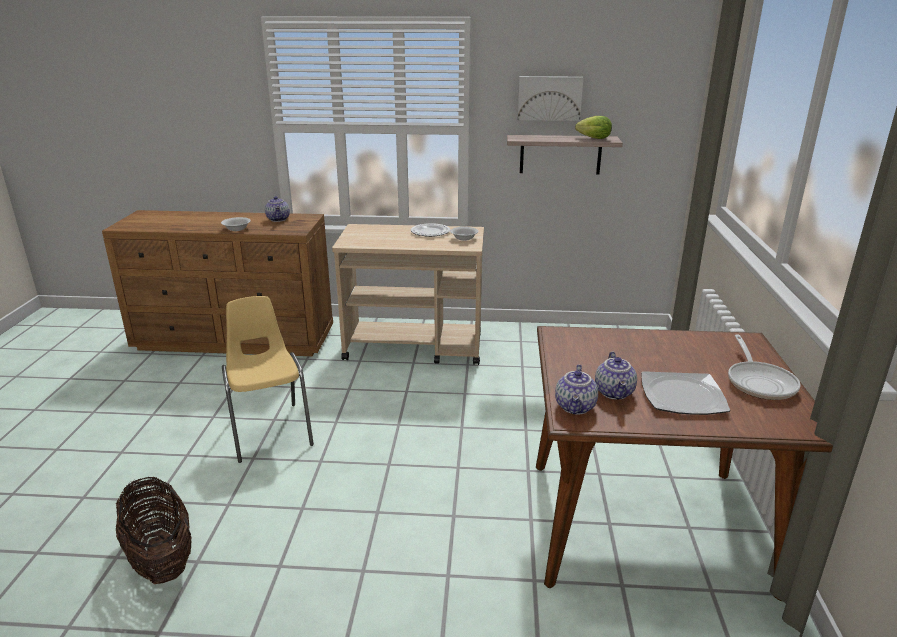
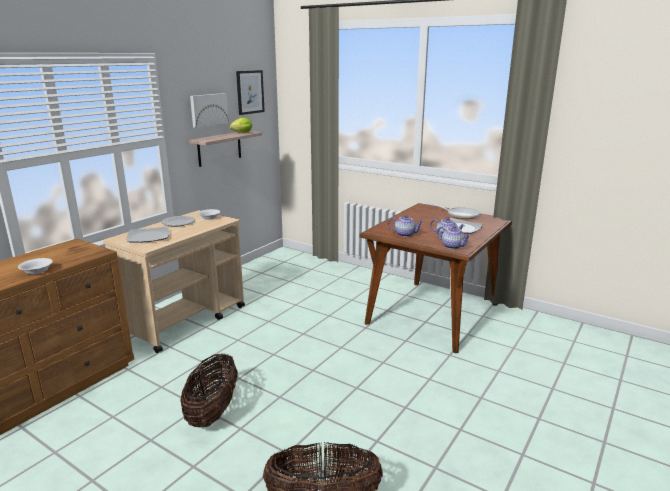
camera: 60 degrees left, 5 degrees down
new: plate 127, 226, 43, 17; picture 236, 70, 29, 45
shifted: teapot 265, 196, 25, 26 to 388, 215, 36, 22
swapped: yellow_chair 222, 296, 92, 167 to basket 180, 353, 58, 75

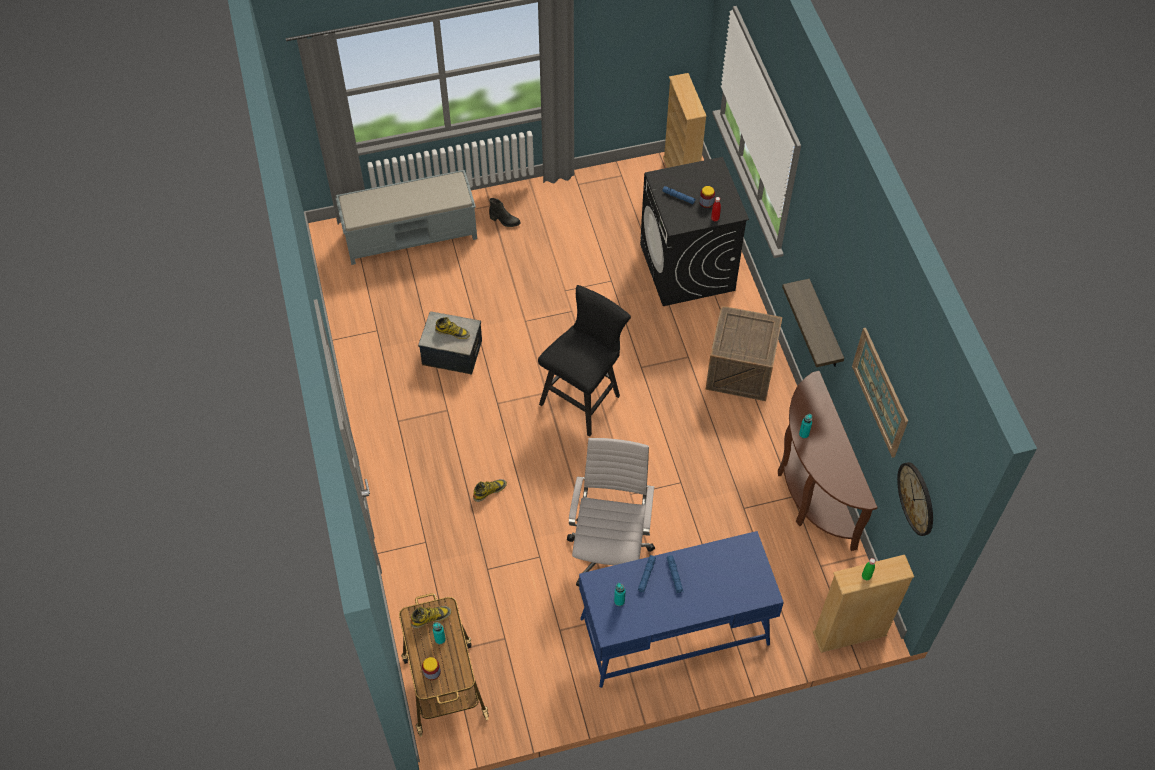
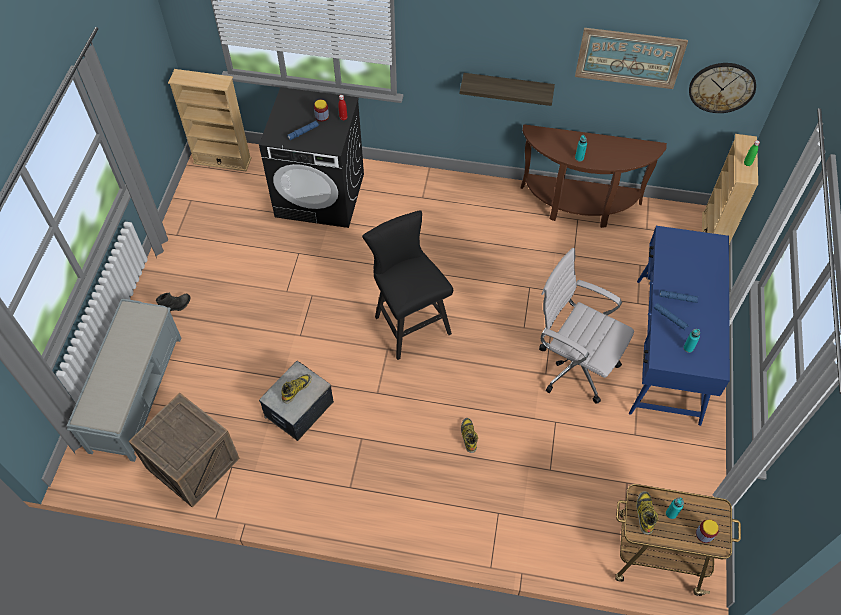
camera: 65 degrees left, 0 degrees up
shifted: crate 705, 306, 77, 95 to 129, 393, 111, 115

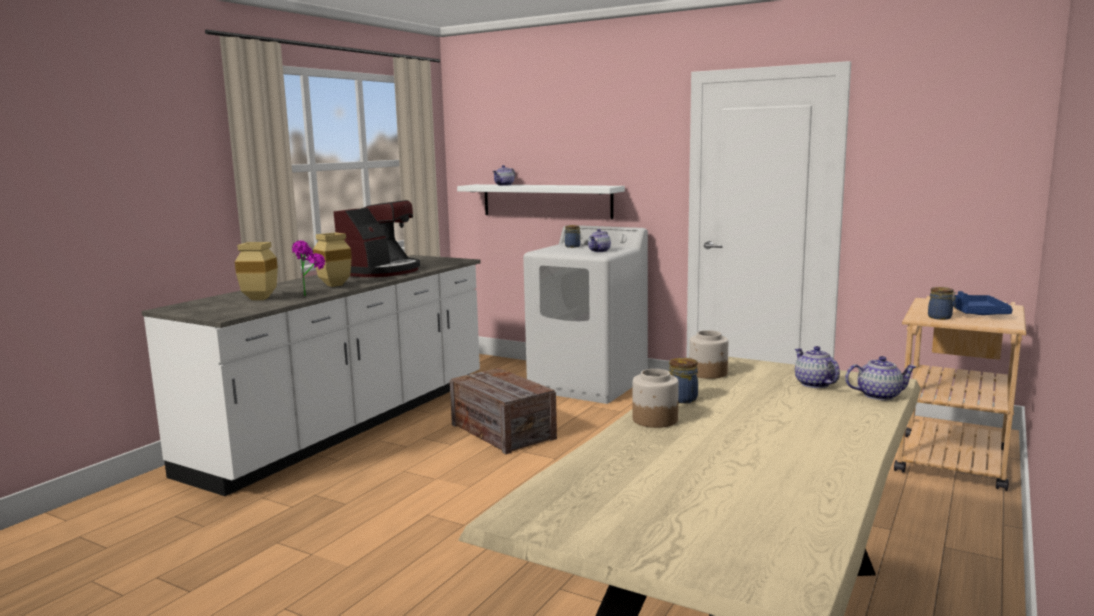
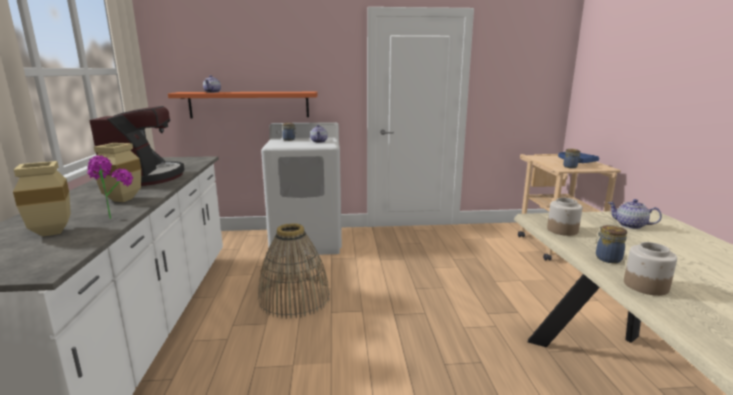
camera: 35 degrees left, 5 degrees up
gone: teapot 845, 356, 72, 44
swapped: crate 450, 368, 107, 86 to basket 258, 223, 72, 96
repainted: white_shelf 457, 184, 168, 36 to orange_shelf 168, 92, 150, 26

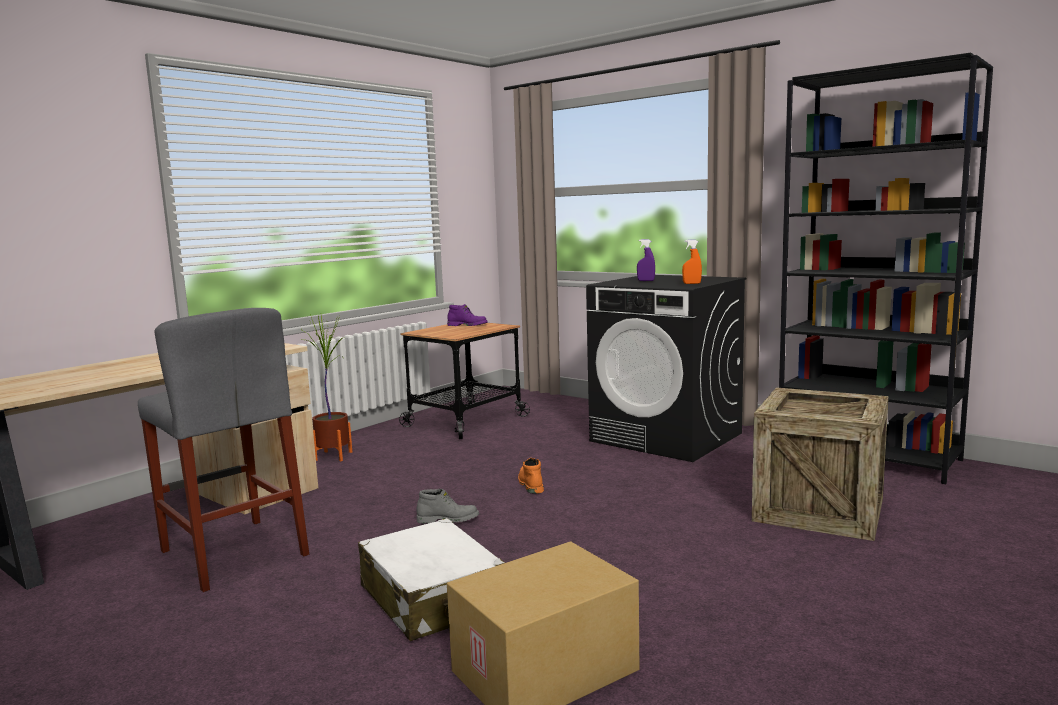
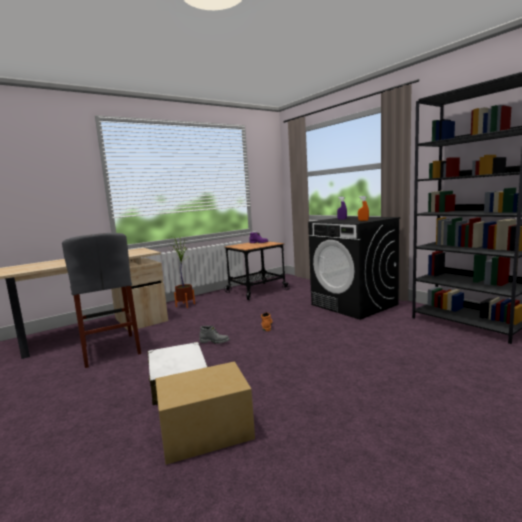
camera: 15 degrees right, 0 degrees up
gone: crate 752, 387, 137, 154

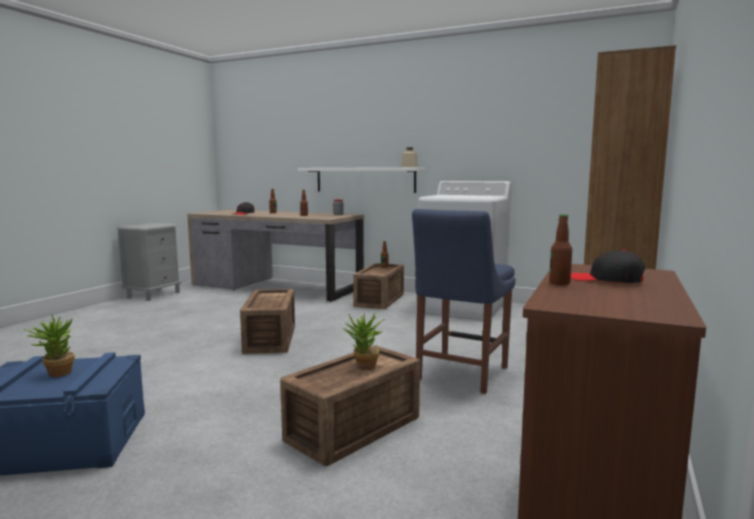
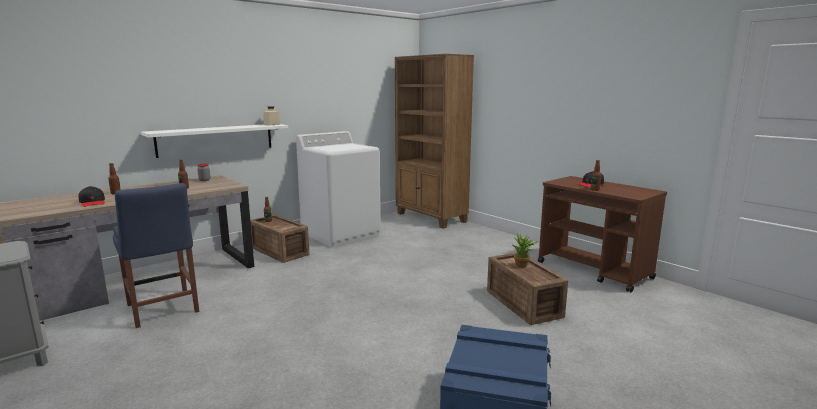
camera: 65 degrees left, 5 degrees up
gone: potted_plant 23, 315, 52, 62; crate 240, 289, 55, 65
shifted: blue_chair 412, 209, 103, 185 to 113, 183, 86, 145

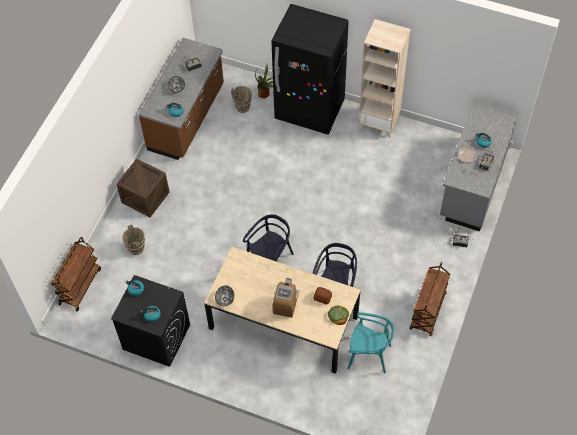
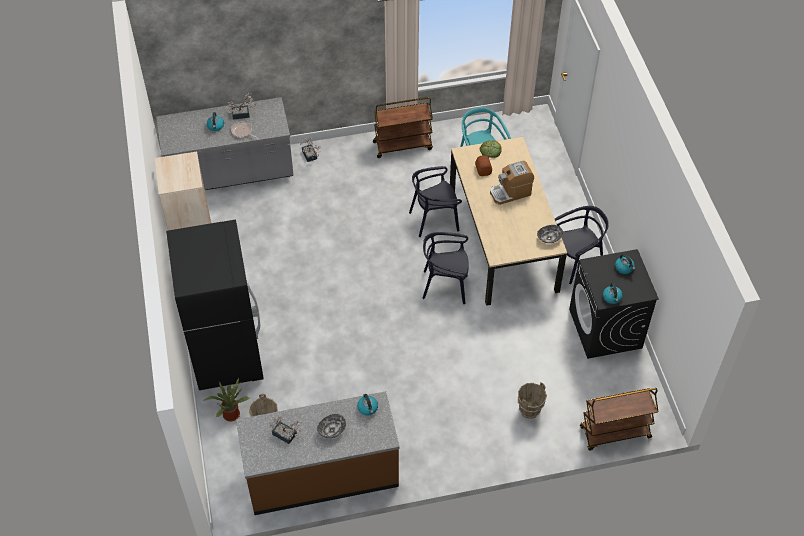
camera: 125 degrees left, 5 degrees down
gone: crate 116, 158, 54, 59
new: black_chair 555, 206, 54, 78

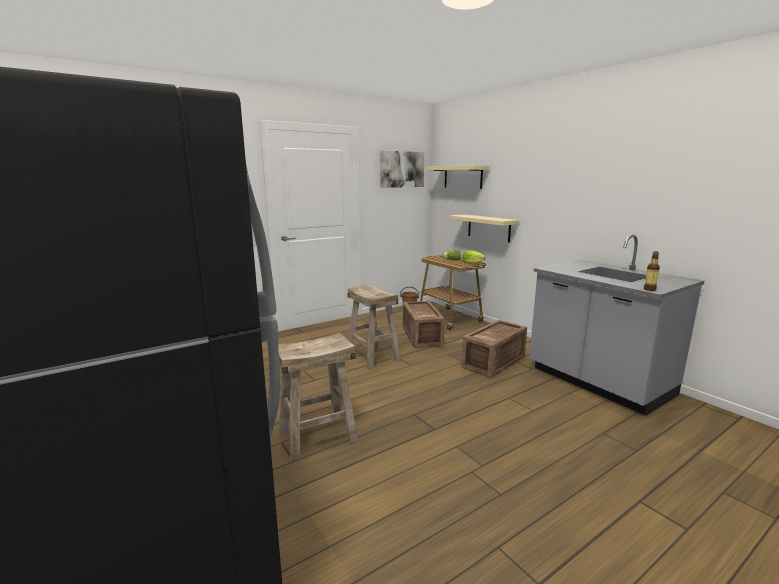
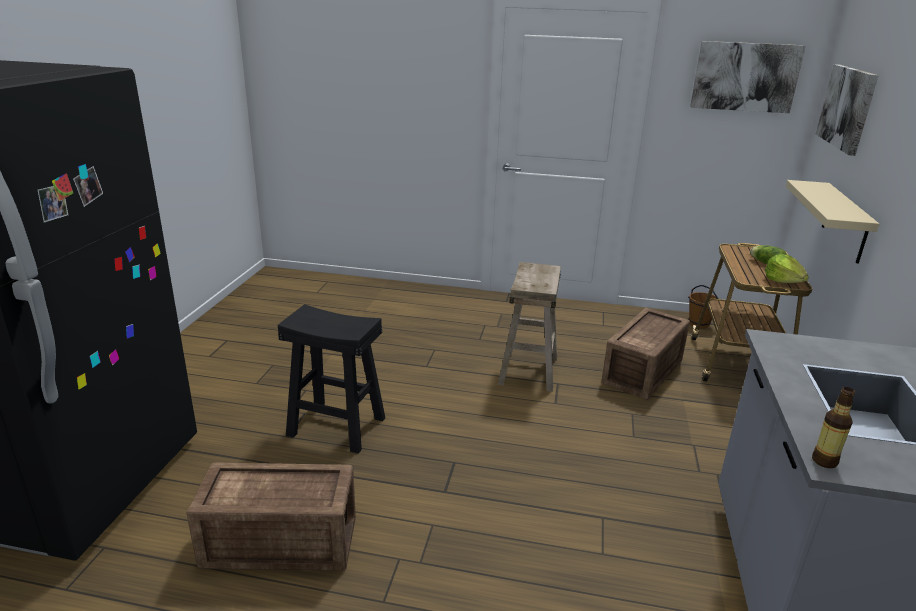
camera: 45 degrees right, 10 degrees up
shifted: crate 462, 320, 65, 58 to 186, 462, 170, 109
swapped: beige_shelf 426, 165, 63, 24 to picture 816, 64, 63, 92
repainted: beige_stool 278, 333, 80, 128 to black_stool 278, 304, 107, 150

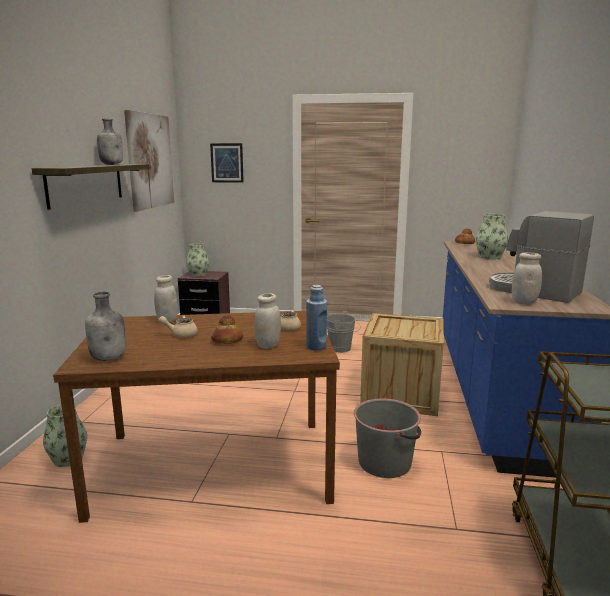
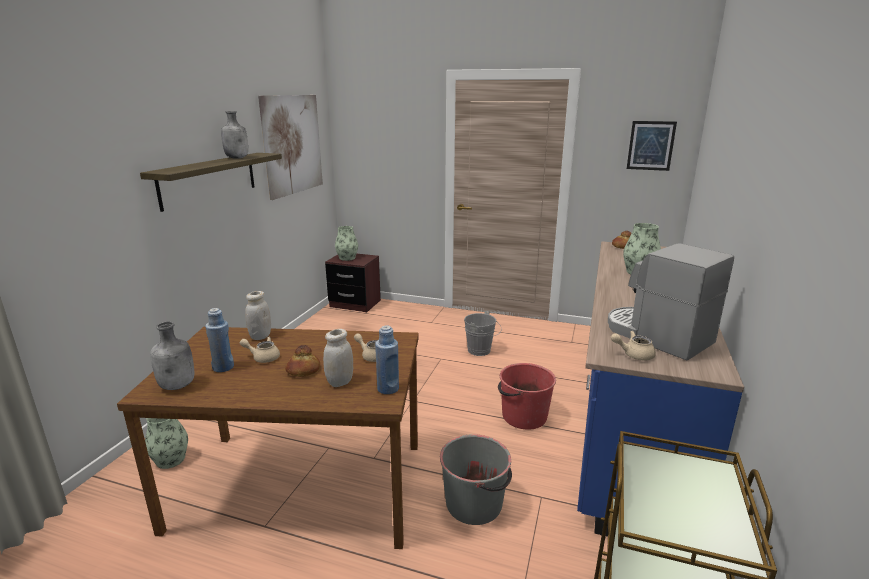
camera: 10 degrees right, 5 degrees up
new: blue_bottle 205, 308, 29, 64
shifted: picture 210, 143, 34, 40 to 627, 121, 50, 50
swapped: crate 360, 313, 84, 103 to red_bucket 498, 363, 58, 66; white_jar 512, 252, 30, 52 to beige_teapot 611, 331, 45, 29

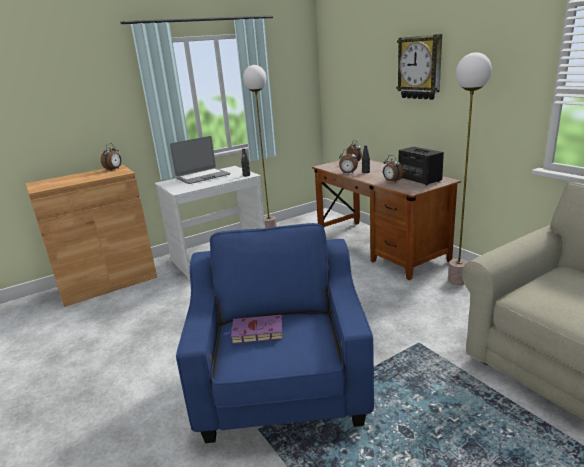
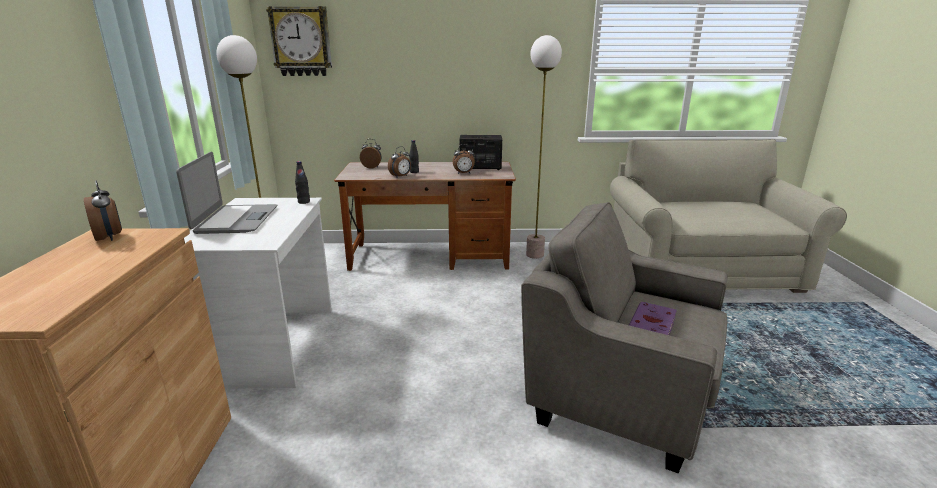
camera: 60 degrees left, 0 degrees up
shifted: wall_clock 396, 34, 46, 66 to 266, 6, 66, 70
repainted: blue_armchair 176, 223, 198, 220 to grey_armchair 521, 202, 207, 271

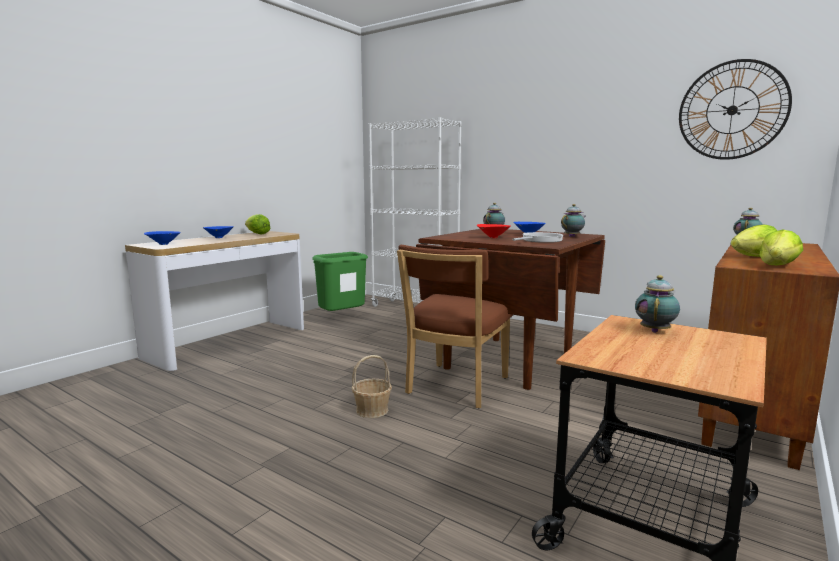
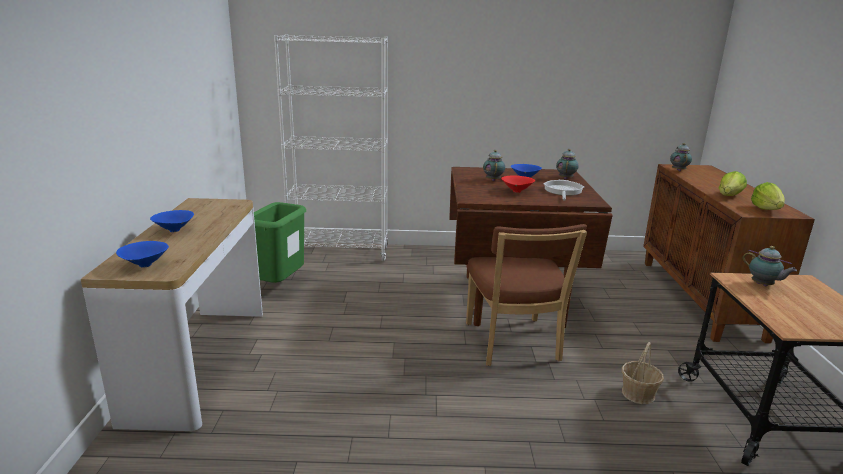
camera: 35 degrees left, 10 degrees up
gone: lettuce 245, 214, 25, 20; wall_clock 679, 59, 113, 101
shifted: basket 352, 355, 40, 63 to 622, 342, 42, 62
rotated: teapot 635, 275, 45, 58 = 743, 246, 54, 40 150 degrees clockwise

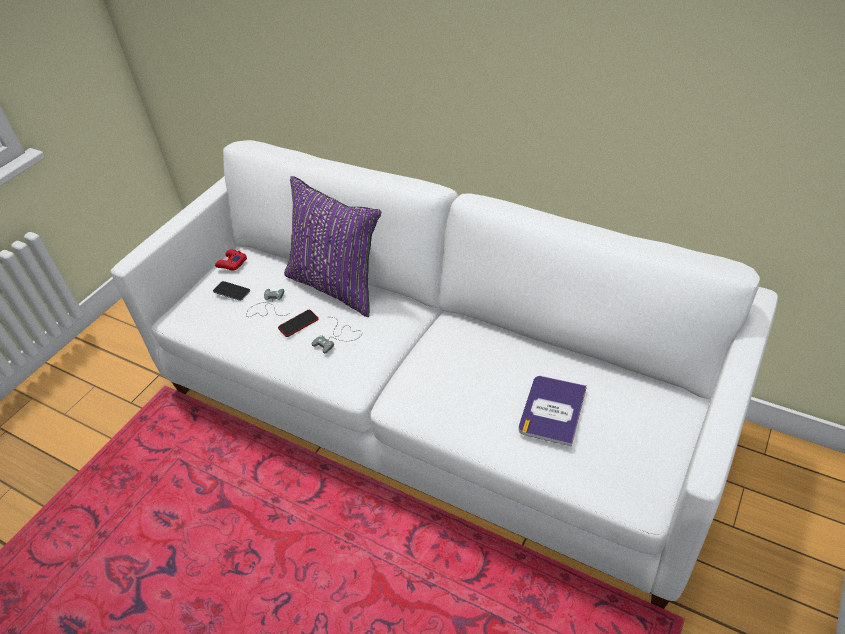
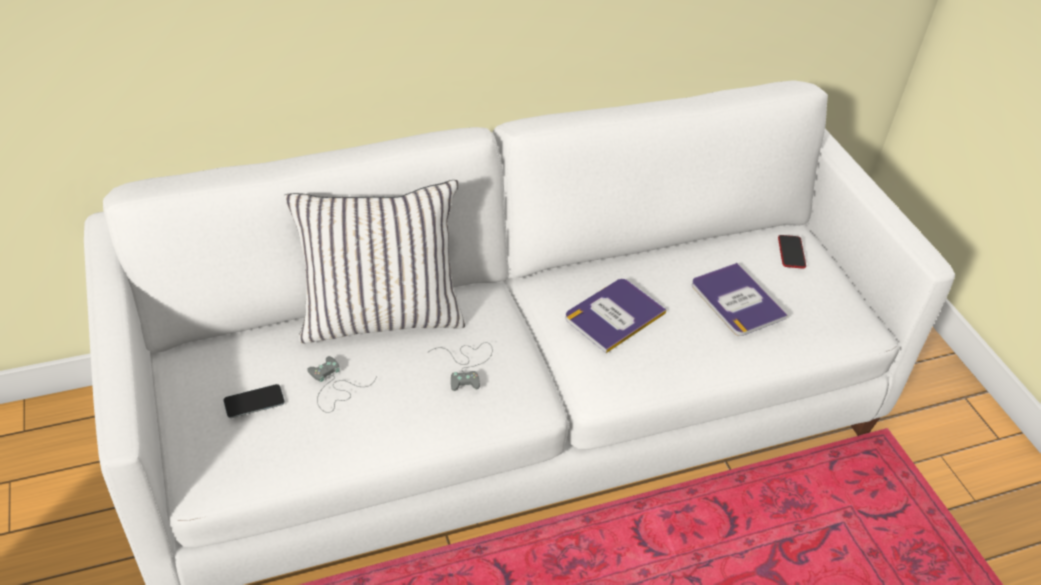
camera: 55 degrees left, 0 degrees up
gone: red_game_controller 215, 249, 32, 22
new: book 565, 279, 101, 74
shifted: phone 278, 310, 40, 27 to 778, 235, 28, 34
repainted: purple_pillow 284, 176, 97, 141 to white_pillow 284, 180, 181, 163

